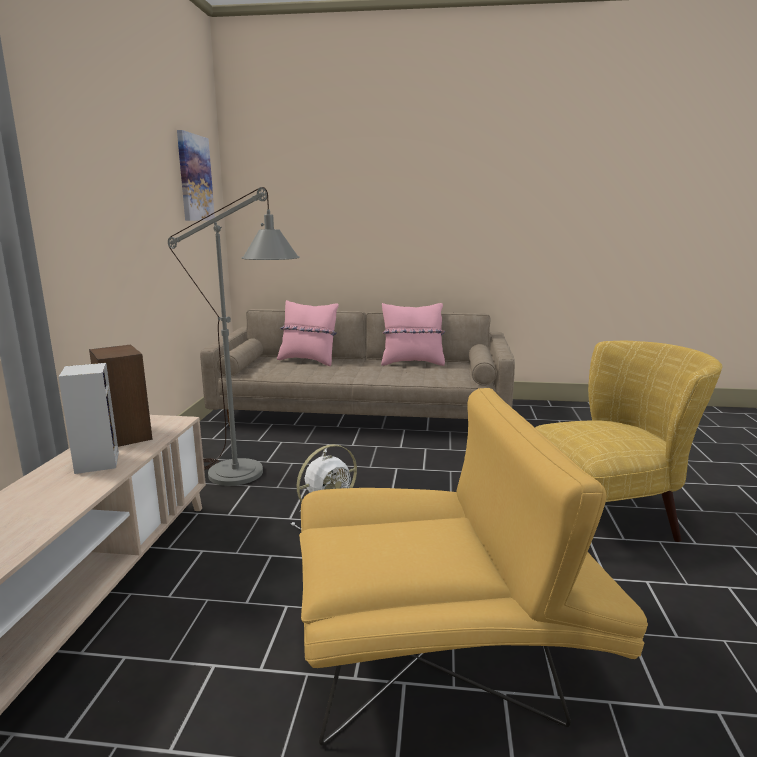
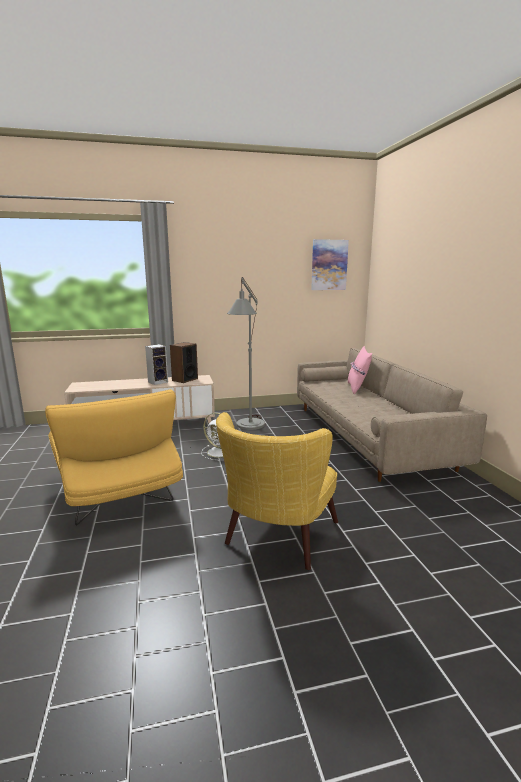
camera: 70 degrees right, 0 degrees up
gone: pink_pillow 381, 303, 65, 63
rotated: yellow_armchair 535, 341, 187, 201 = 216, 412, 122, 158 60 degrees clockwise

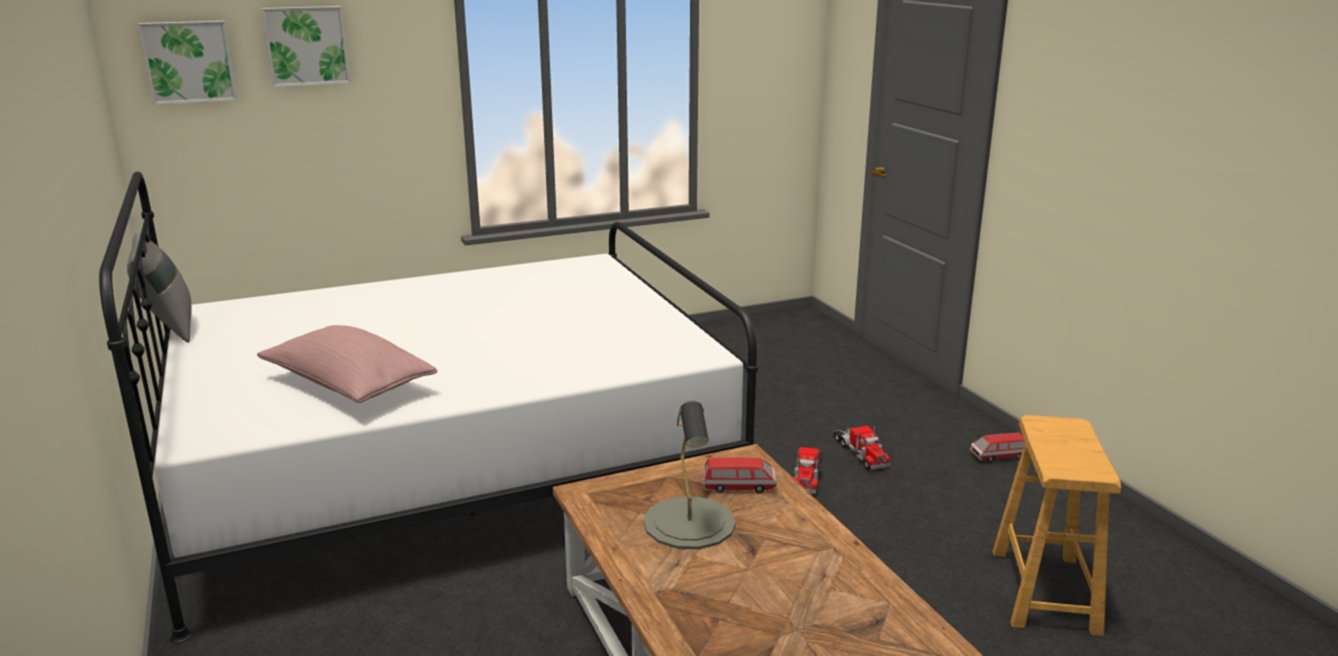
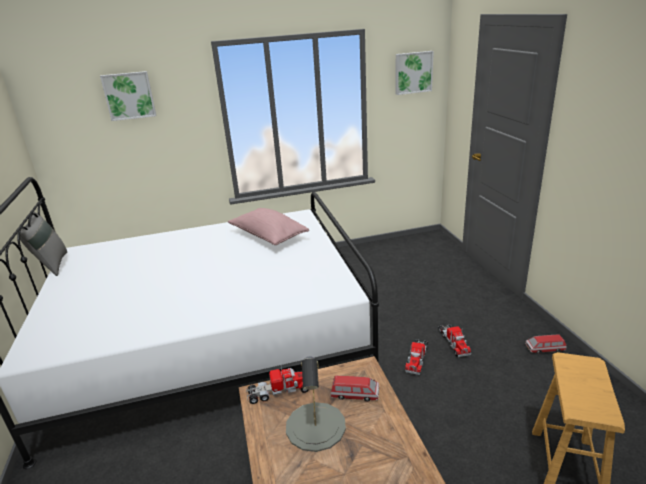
camera: 10 degrees right, 5 degrees up
new: toy_truck 246, 364, 63, 40
shifted: pink_pillow 257, 325, 180, 78 to 228, 208, 81, 37; picture 138, 21, 99, 84 to 395, 51, 39, 44

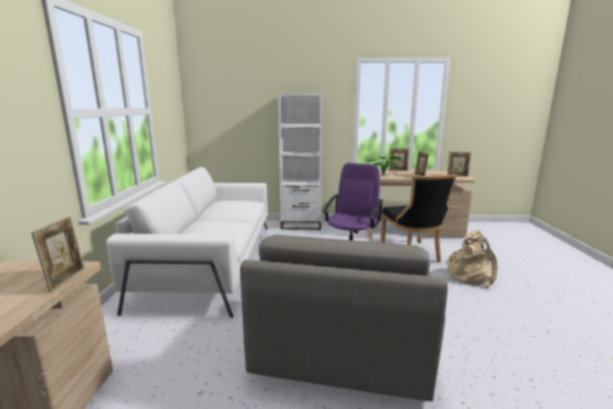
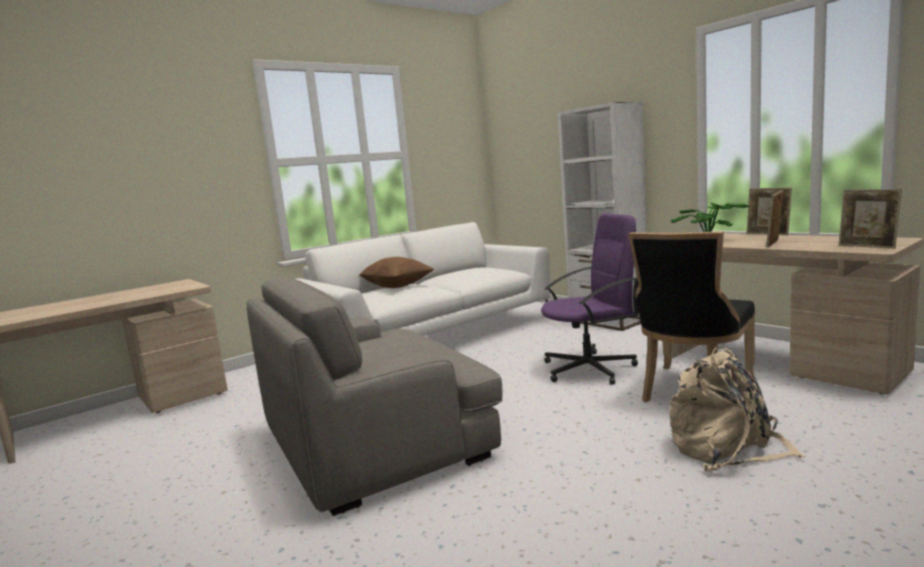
camera: 50 degrees right, 5 degrees down
gone: picture_frame 31, 216, 54, 76
new: brown_pillow 359, 257, 75, 31

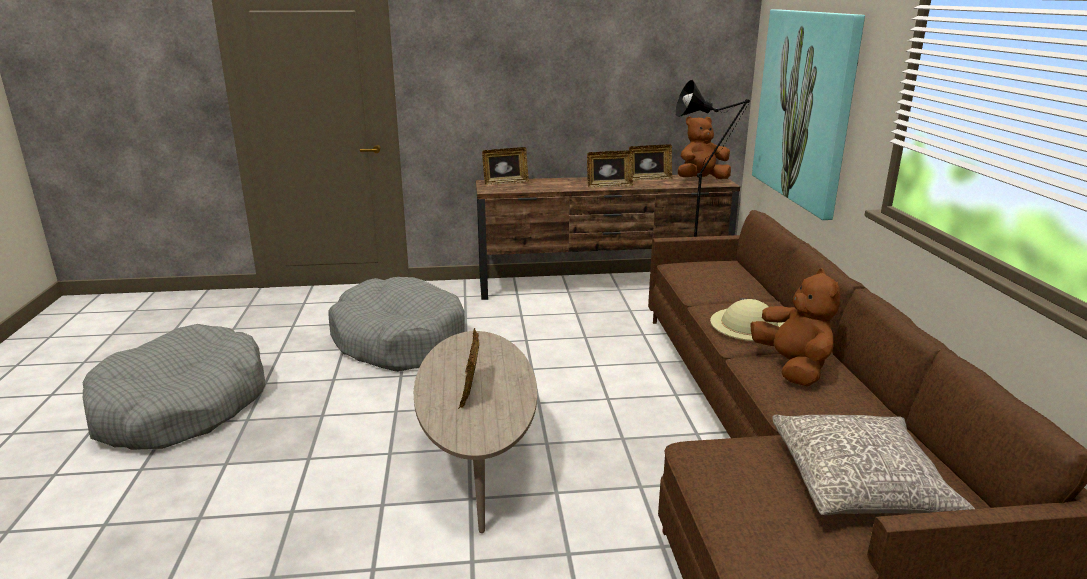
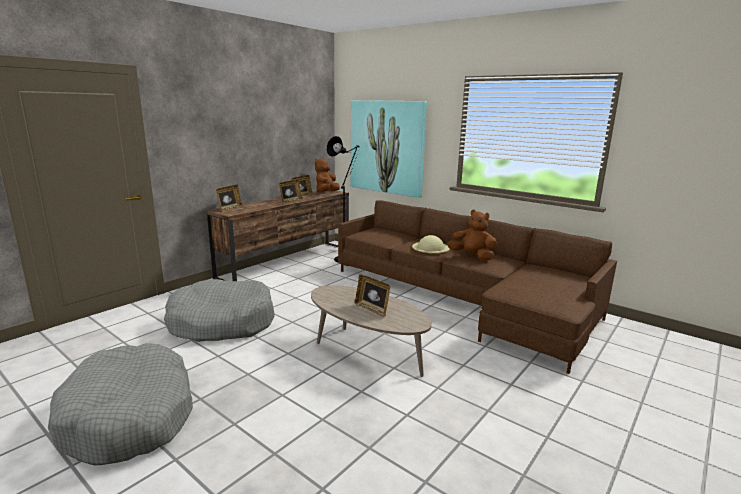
camera: 45 degrees left, 5 degrees down
gone: grey_pillow 772, 414, 203, 101

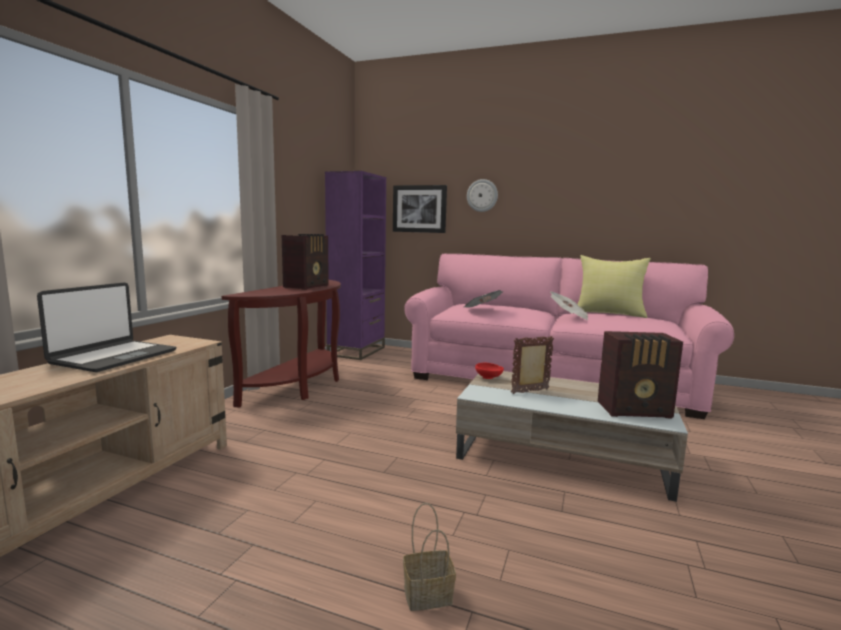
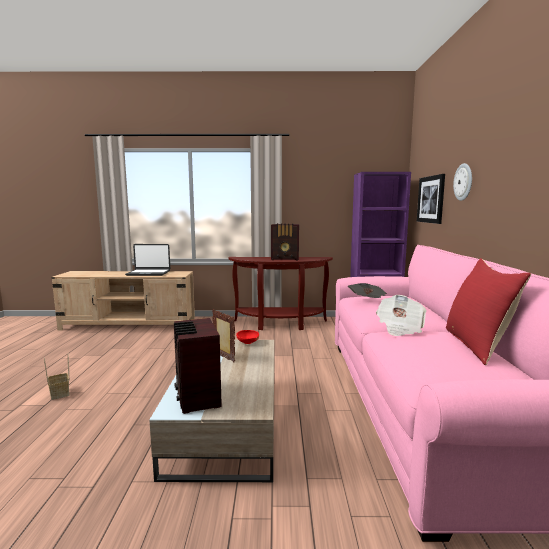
camera: 70 degrees right, 0 degrees up
repainted: yellow_pillow 578, 255, 73, 63 to red_pillow 446, 258, 85, 107

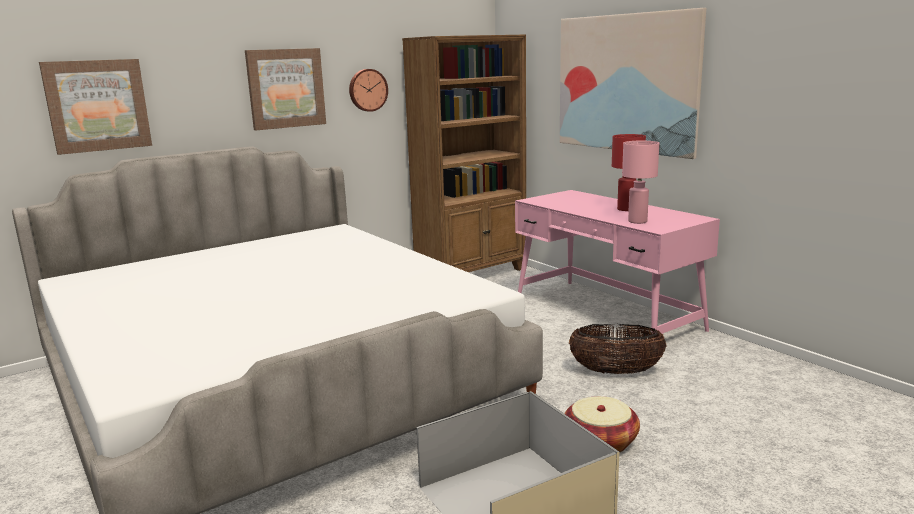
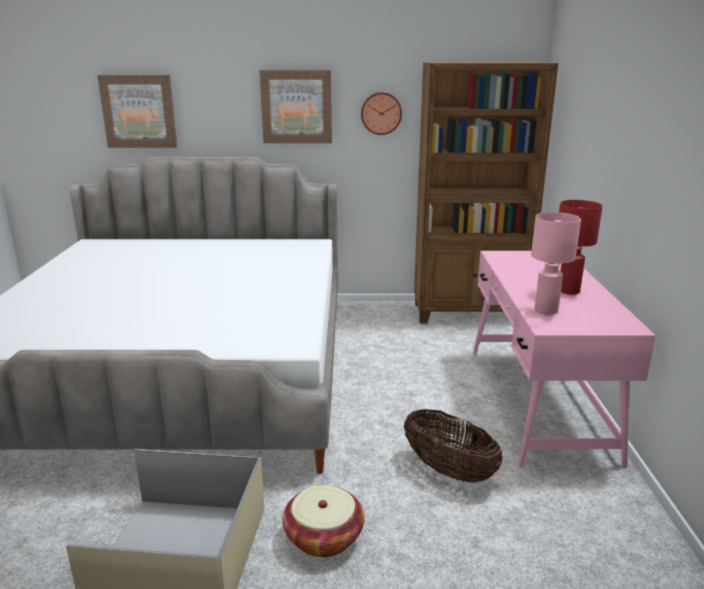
camera: 35 degrees right, 5 degrees up
gone: picture 560, 8, 146, 151

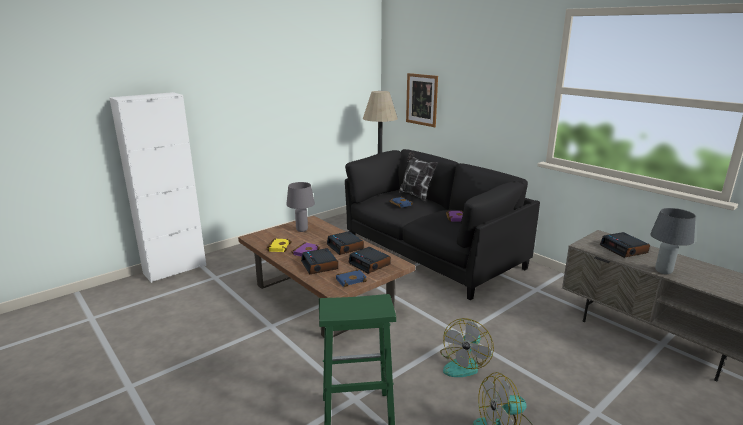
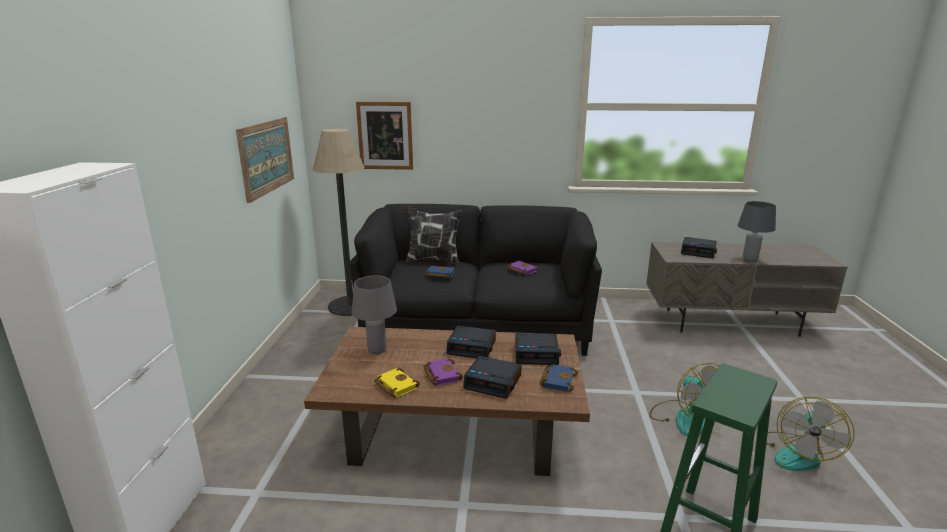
camera: 45 degrees left, 0 degrees up
new: picture 236, 117, 58, 86

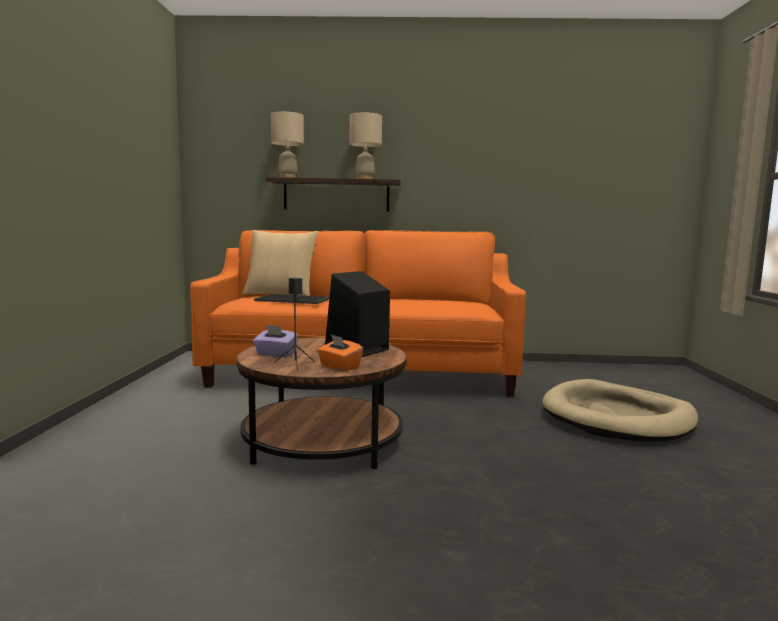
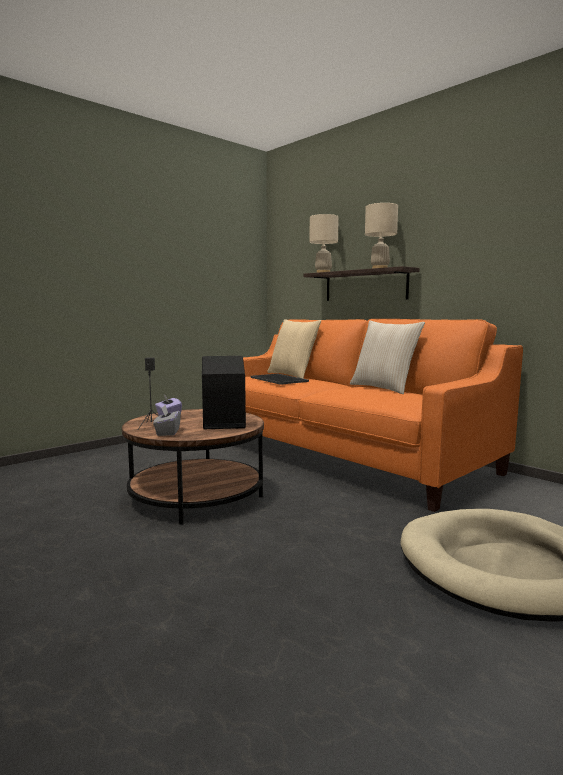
camera: 45 degrees right, 0 degrees up
new: beige_pillow 350, 321, 75, 73
repainted: orange_tissue_box 317, 334, 46, 37 to grey_tissue_box 153, 405, 28, 31

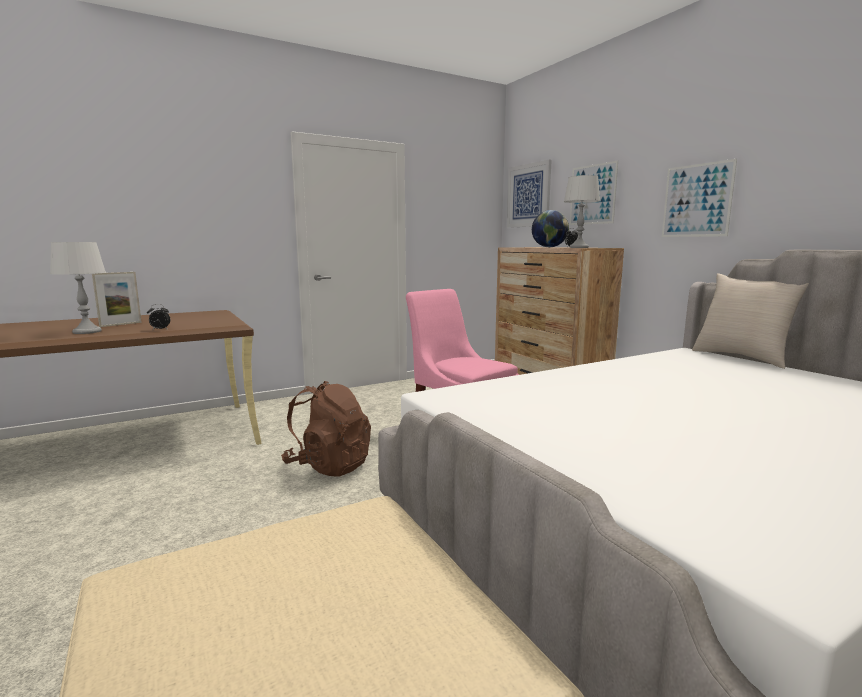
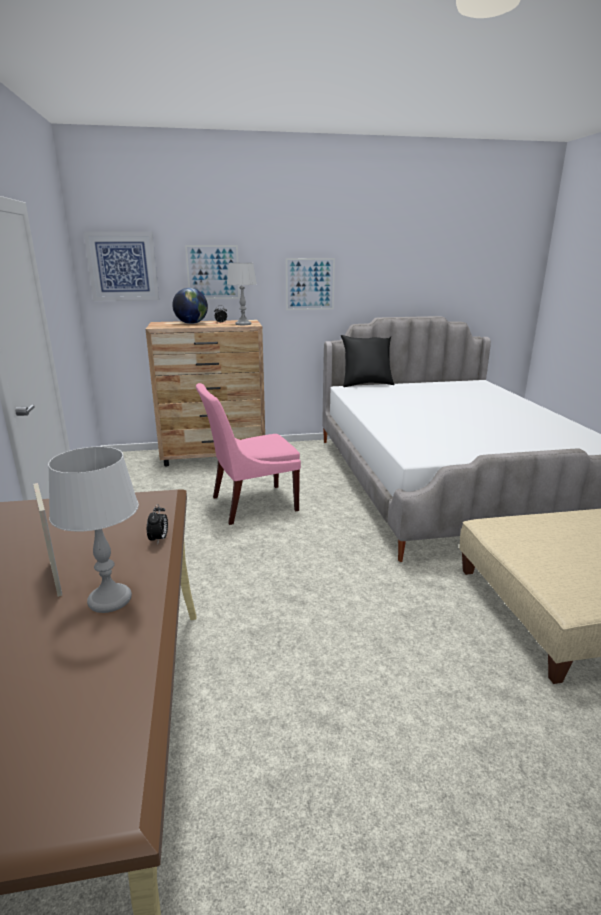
camera: 70 degrees left, 10 degrees up
gone: brown_backpack 281, 381, 90, 95
repainted: beige_pillow 692, 273, 117, 96 to black_pillow 341, 335, 54, 52

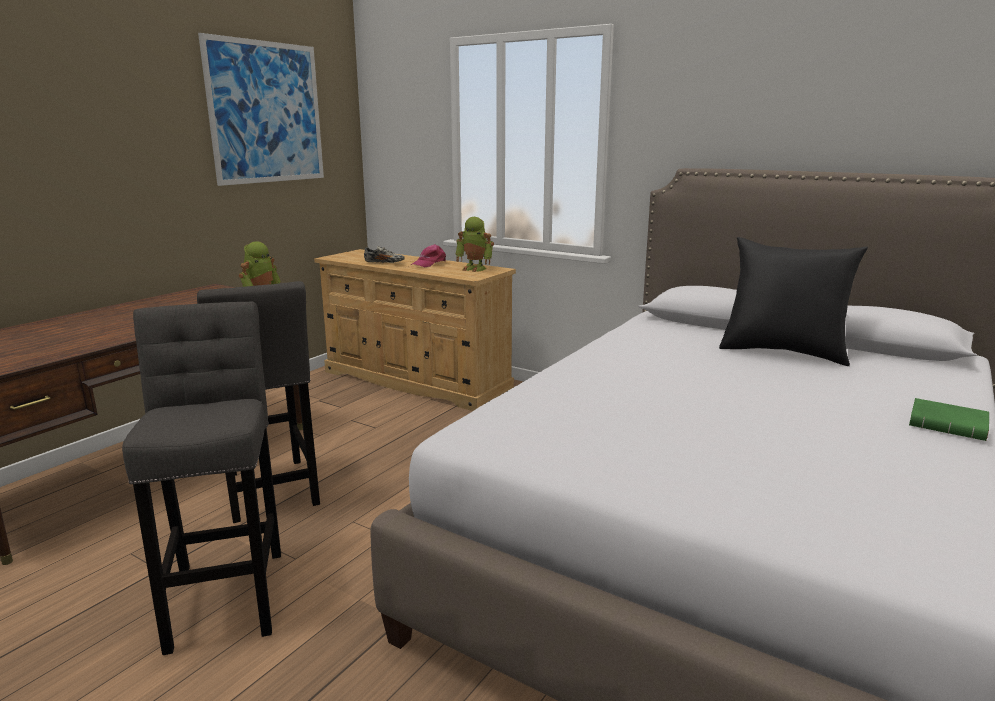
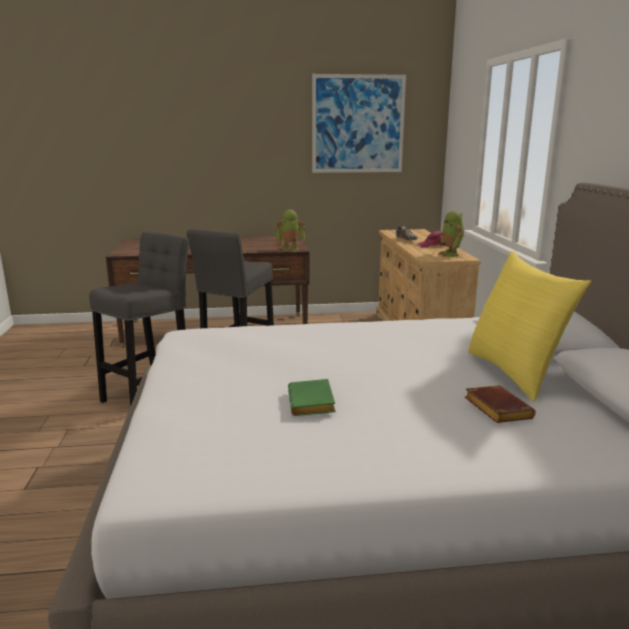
camera: 50 degrees right, 0 degrees up
new: brown_book 465, 386, 71, 37
shifted: green_book 909, 398, 80, 43 to 288, 379, 48, 37
repainted: black_pillow 719, 237, 149, 129 to yellow_pillow 468, 251, 123, 151

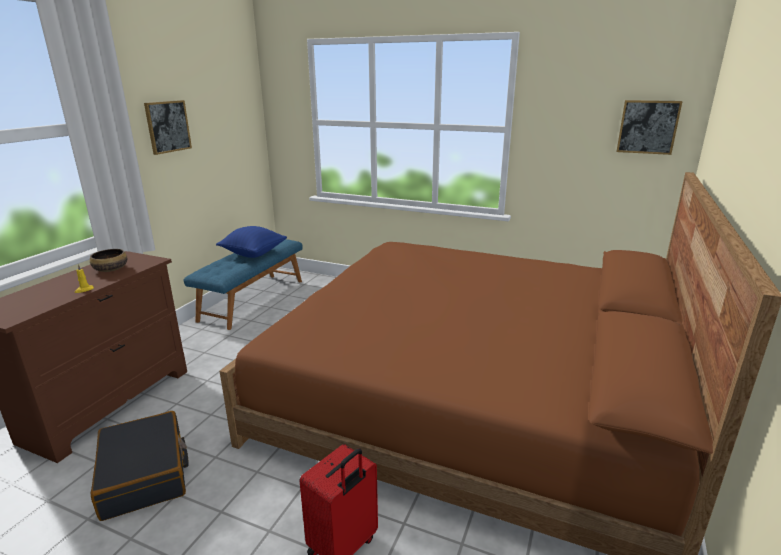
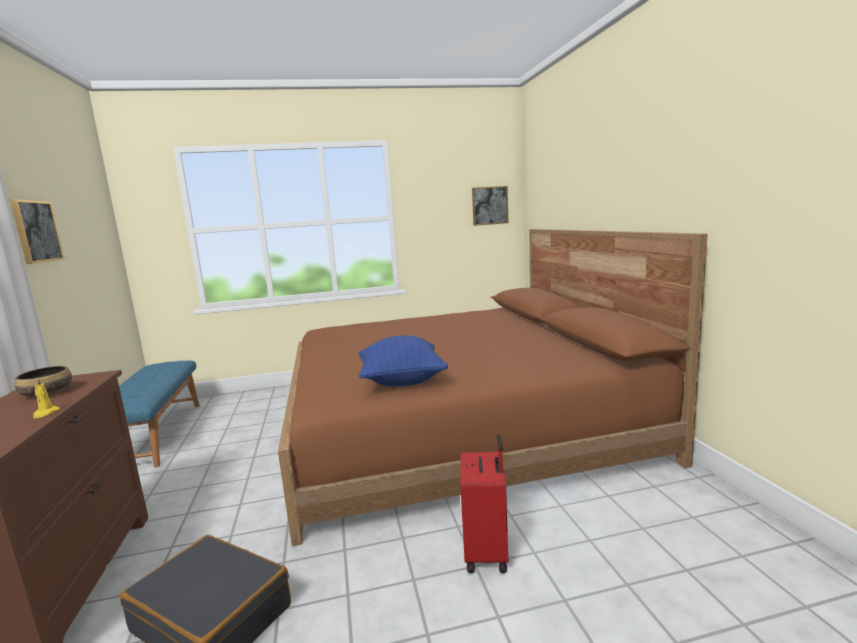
camera: 35 degrees left, 10 degrees down
shifted: blue_pillow 216, 226, 71, 32 to 359, 335, 89, 51

